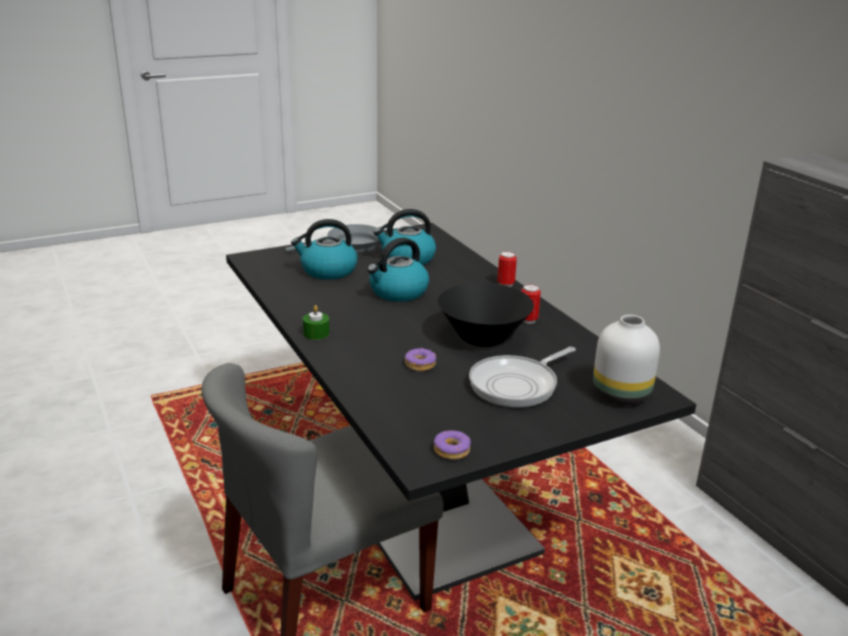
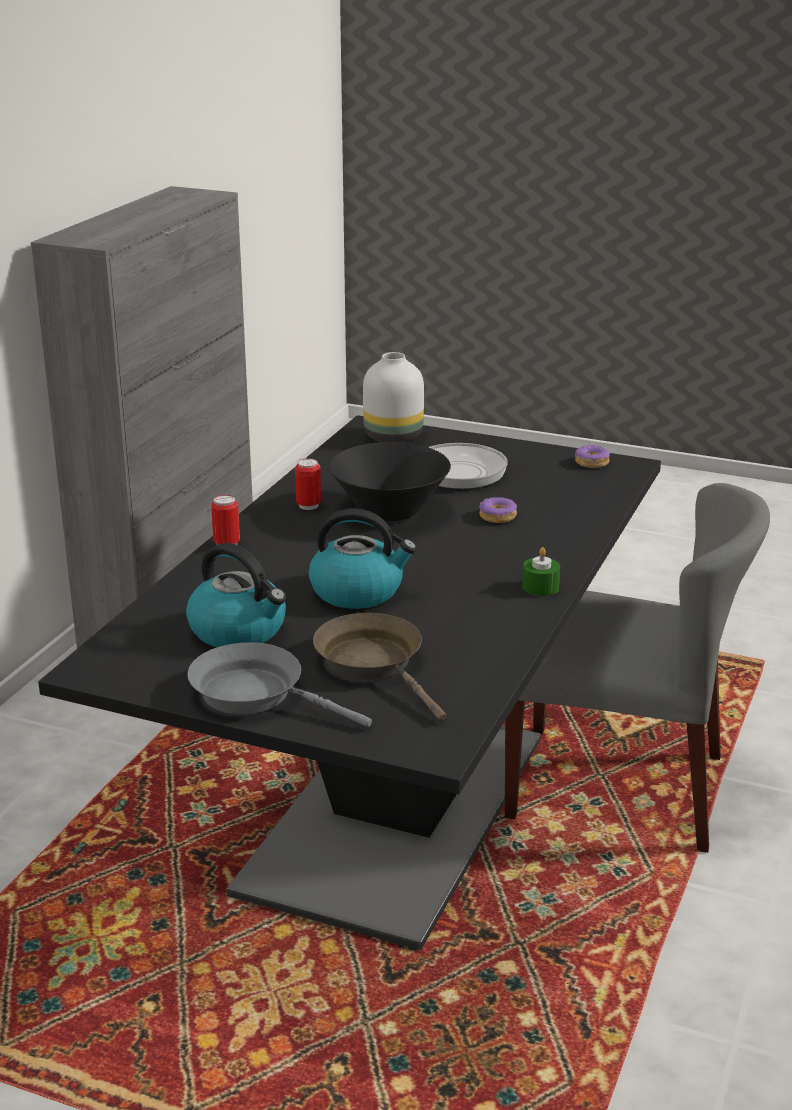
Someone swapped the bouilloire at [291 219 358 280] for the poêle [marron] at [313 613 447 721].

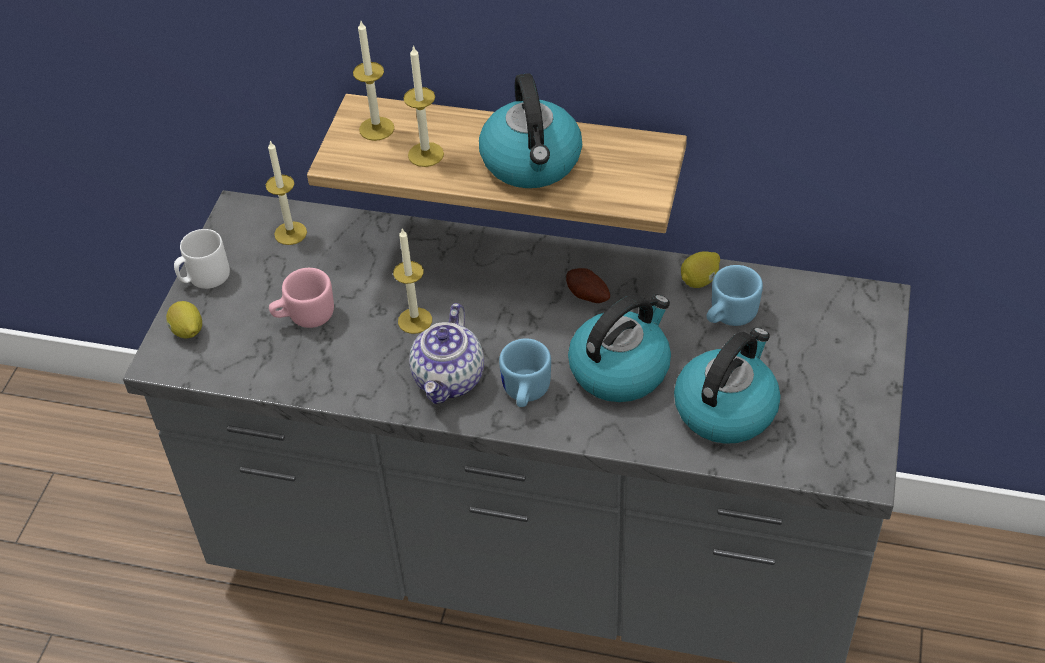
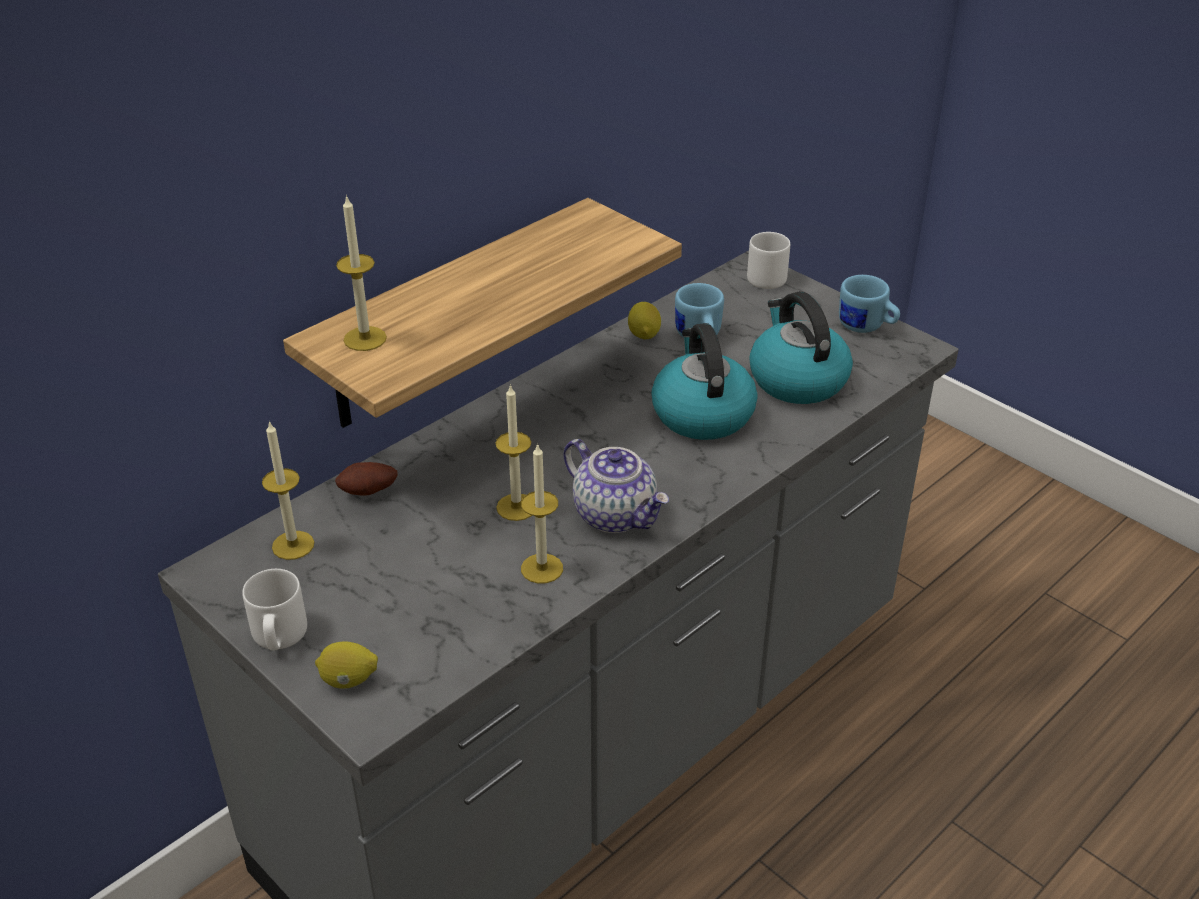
Someone carried the pomme de terre from [566 268 610 303] to [335 462 398 496]. Someone carried the bougie from [403 45 444 167] to [521 443 563 584]. Someone put down the mug [blanc] at [747 232 790 289]. Someone carried the mug [bleu] from [499 338 551 407] to [839 275 900 333]. Someone took away the mug [rose] at [269 268 334 328]. Someone took away the bouilloire at [479 73 582 188].

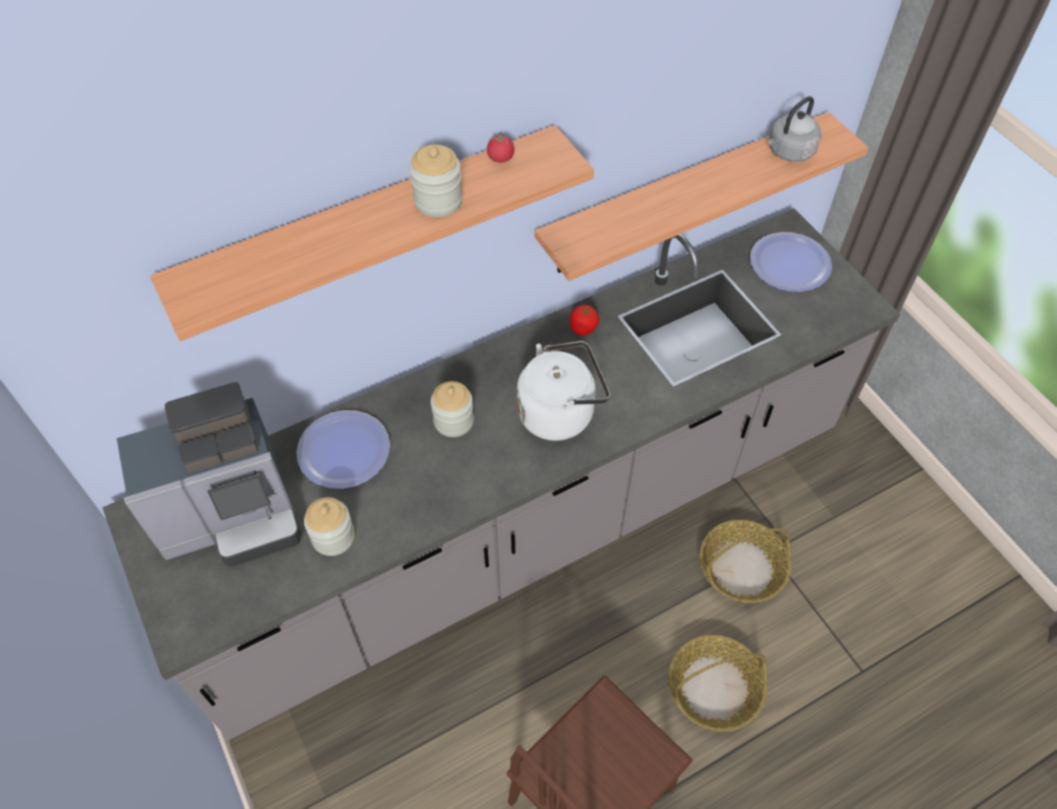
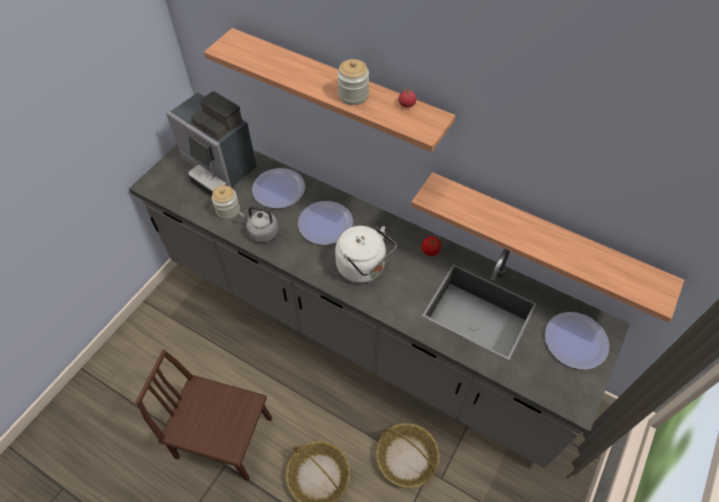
Someone carried the bouilloire [gris] from [768 96 821 162] to [239 206 279 242]. Someone swapped the bocal at [431 381 474 437] for the assiette at [298 201 353 245].

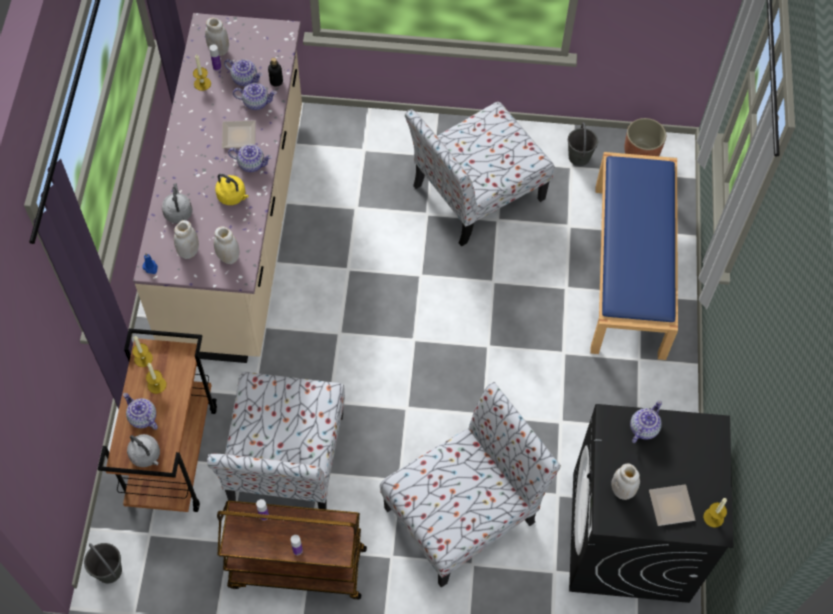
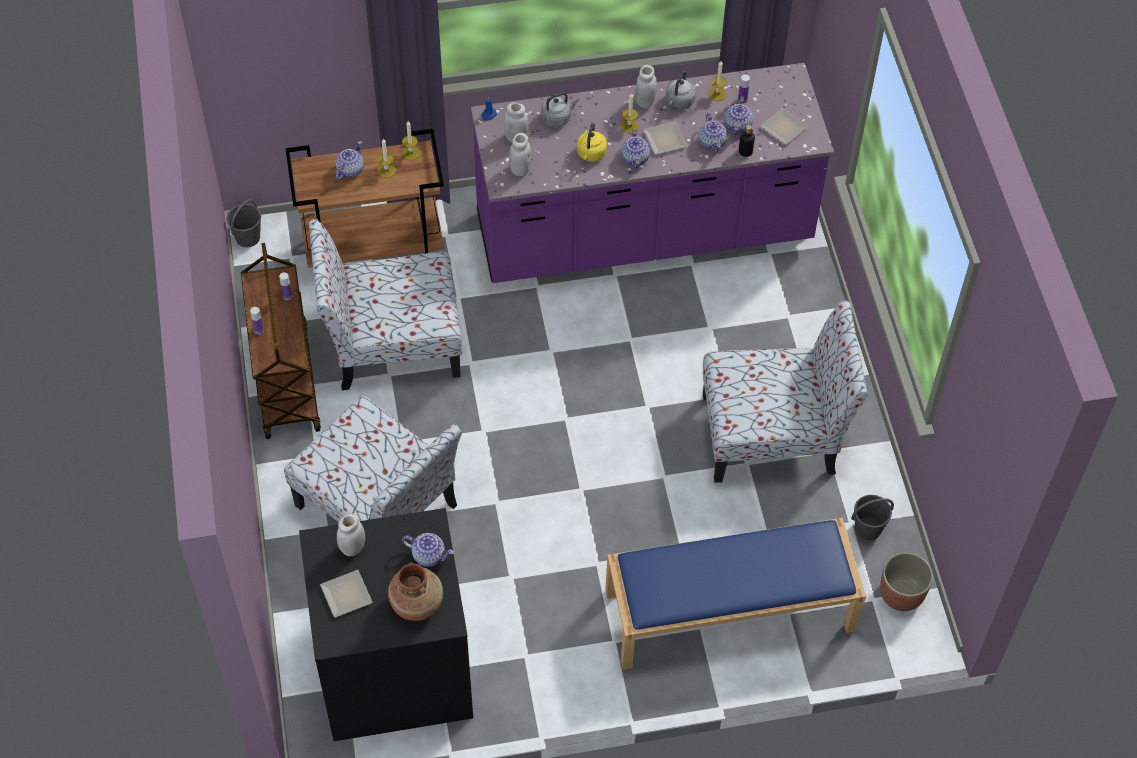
Someone put down the vase [marron] at [388 563 443 621]. Someone repainted the comptoir de cuisine [beige] at [133 13 302 363], which became the comptoir de cuisine [violet] at [471 63 834 283]. Someone carried the bougie from [703 498 727 528] to [620 92 639 133]. Someone carried the bocal [blanc] from [205 18 229 56] to [635 65 657 108]. Someone carried the bouilloire [gris] from [127 434 160 467] to [666 71 696 109]. Someone rotated the chaise at [405 102 555 247] by 135 degrees clockwise. Someone put down the assiette at [760 108 809 145].

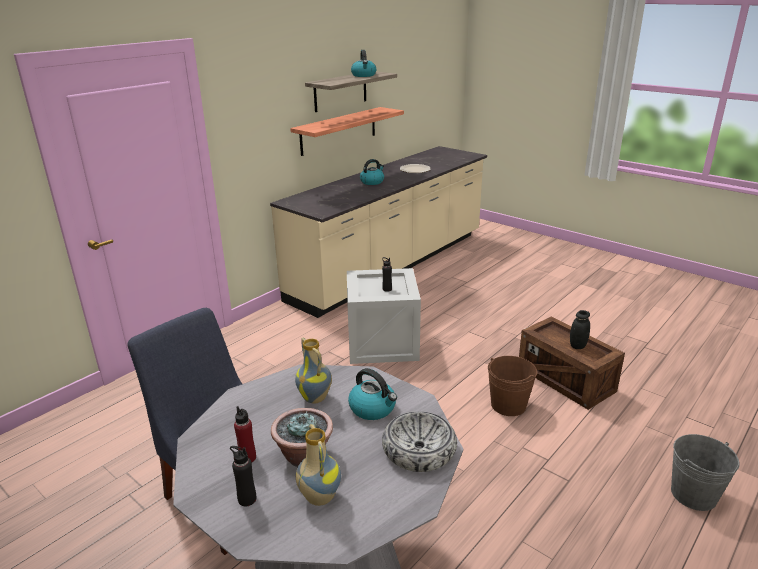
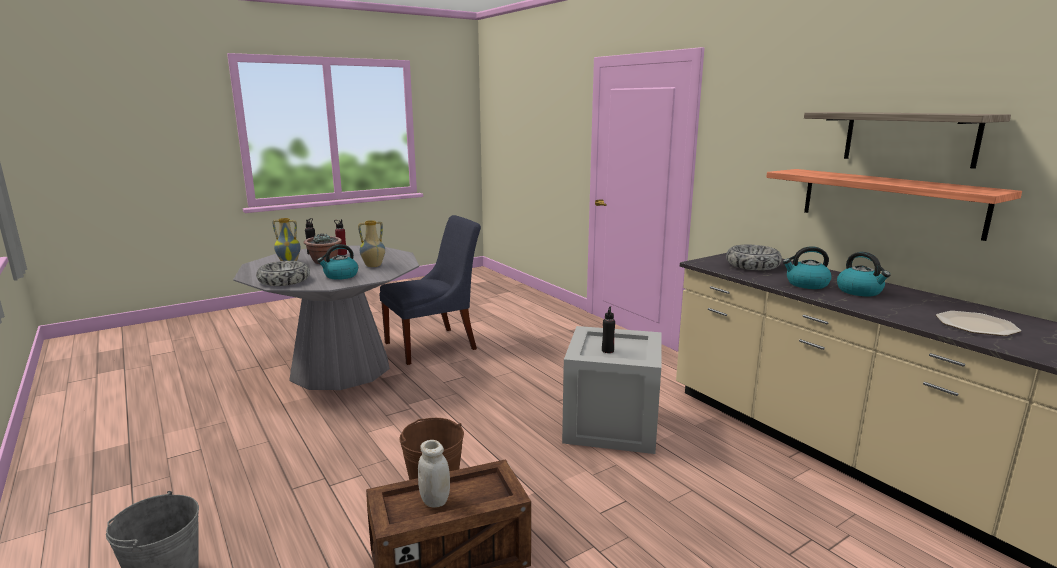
Someone repainted the bocal [noir] at [570 310 590 349], which became the bocal [blanc] at [418 440 450 508]. Someone put down the bol at [726 245 782 270]. Someone carried the bouilloire from [351 50 376 77] to [783 246 832 289].

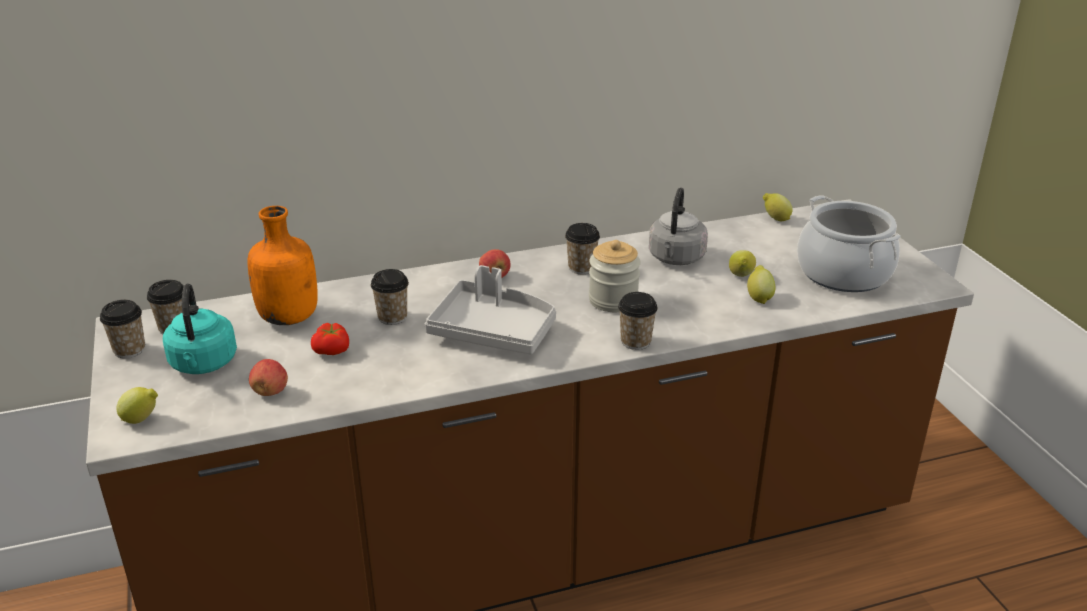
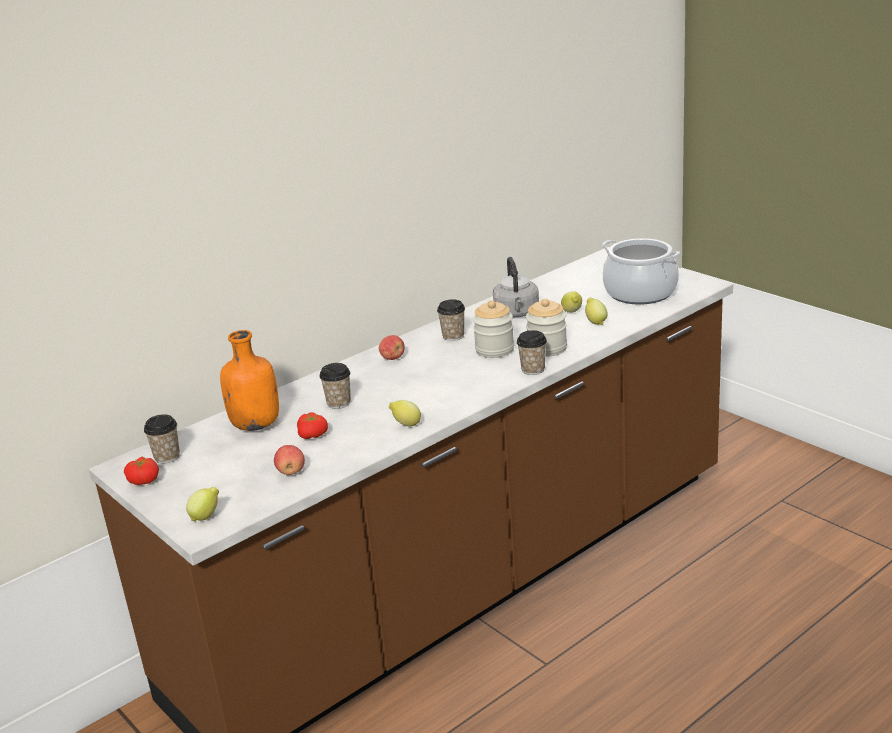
Someone swapped the tasse at [100 300 145 358] for the tomate at [124 457 159 485]. Someone carried the citron from [763 193 793 221] to [389 400 421 426]. Someone put down the bocal at [526 299 567 357]. Someone took away the bouilloire [turquoise] at [163 284 237 374]. Someone took away the plateau [gris] at [425 265 556 355].

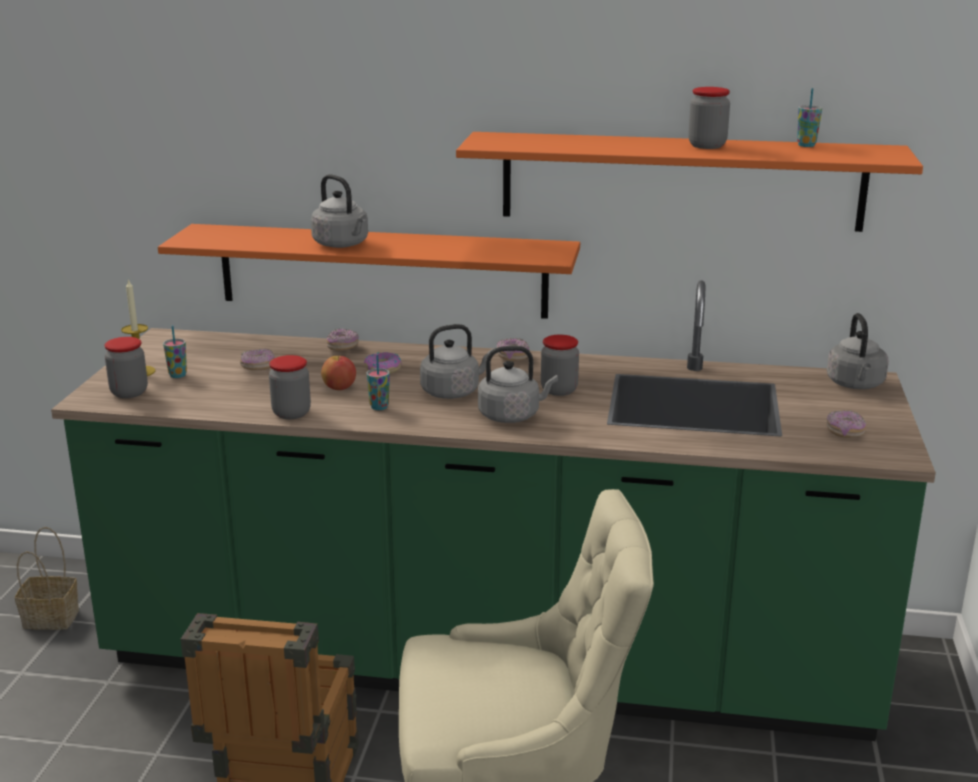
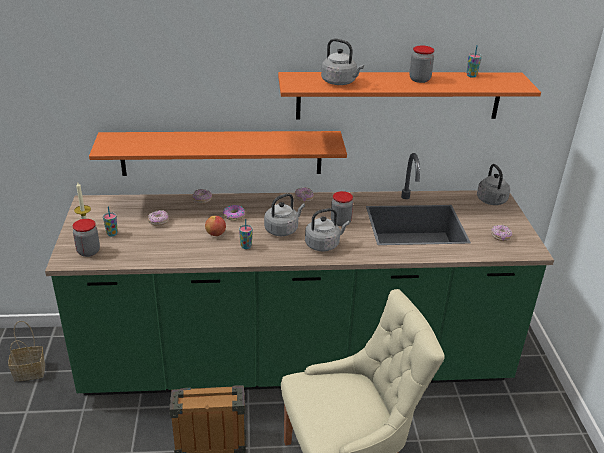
Someone carried the bouilloire [gris] from [311 174 368 248] to [321 38 364 85]. Someone took away the bocal at [269 355 311 419].

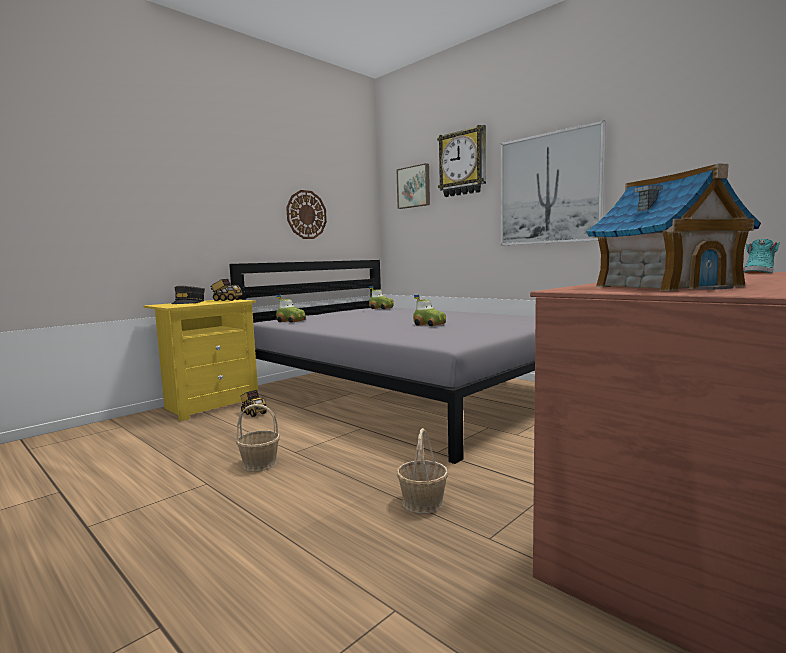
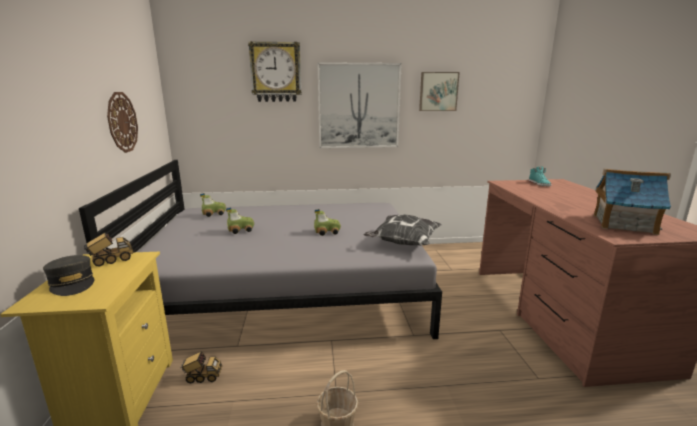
Someone carried the petite voiture from [276 295 306 323] to [226 207 254 234]. Someone put down the coussin at [363 215 442 246]. Someone carried the tableau from [396 163 430 209] to [419 72 460 111]. Someone took away the panier at [397 428 448 513].

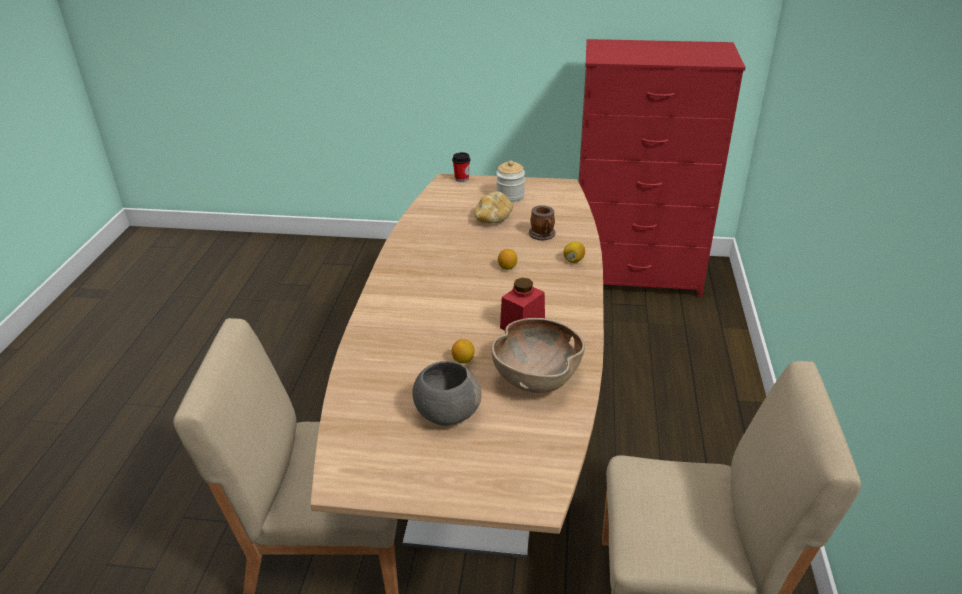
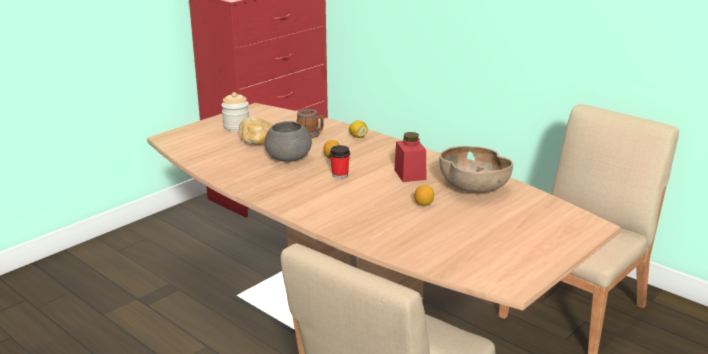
Someone carried the bol [gris] from [412 361 481 426] to [265 121 312 162]. Someone carried the tasse from [452 152 470 182] to [330 145 350 179].

